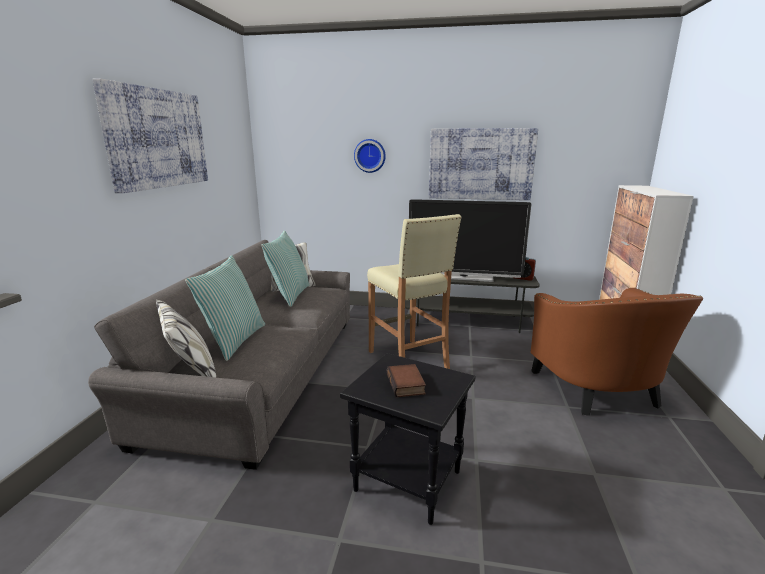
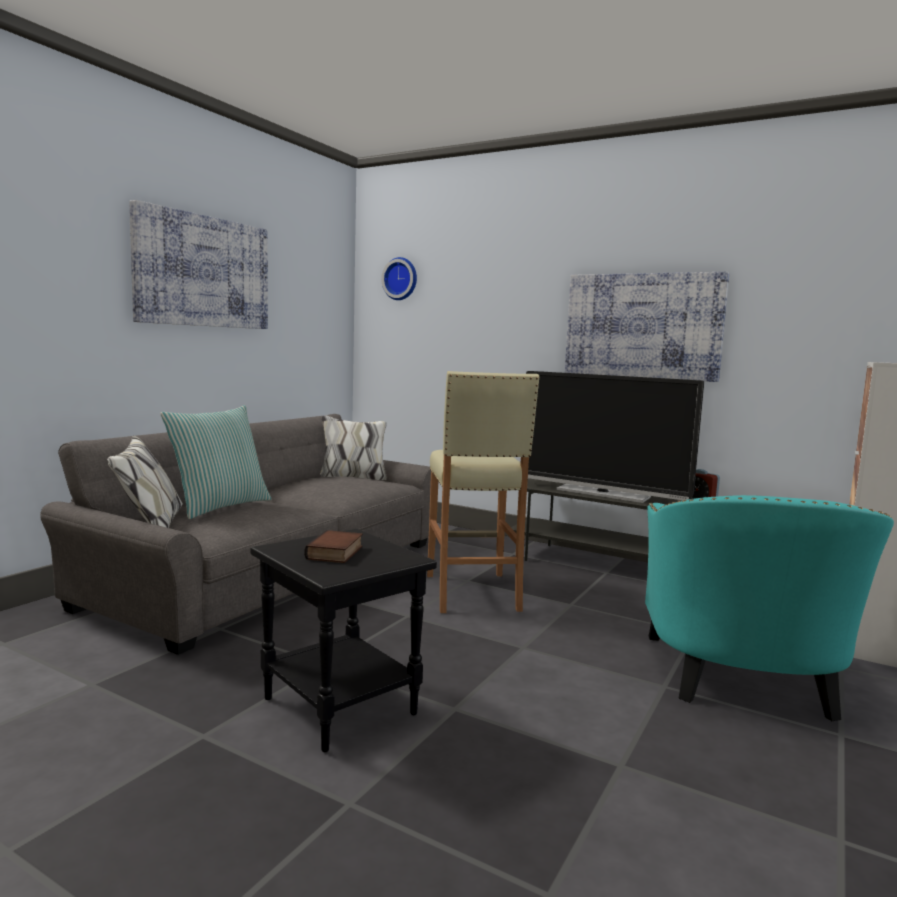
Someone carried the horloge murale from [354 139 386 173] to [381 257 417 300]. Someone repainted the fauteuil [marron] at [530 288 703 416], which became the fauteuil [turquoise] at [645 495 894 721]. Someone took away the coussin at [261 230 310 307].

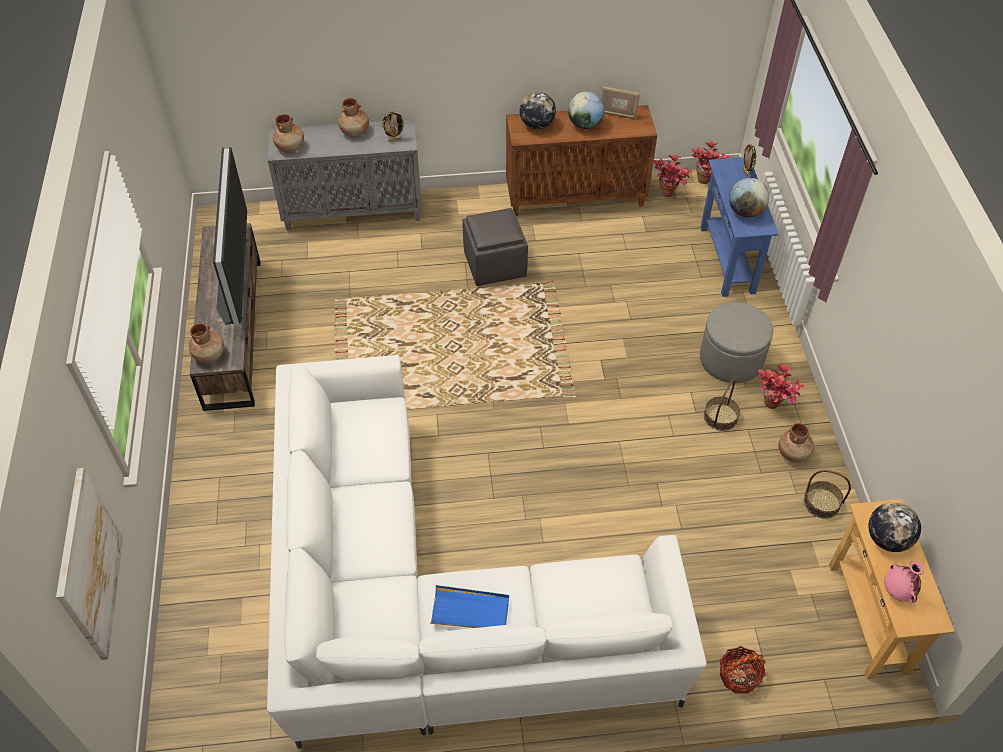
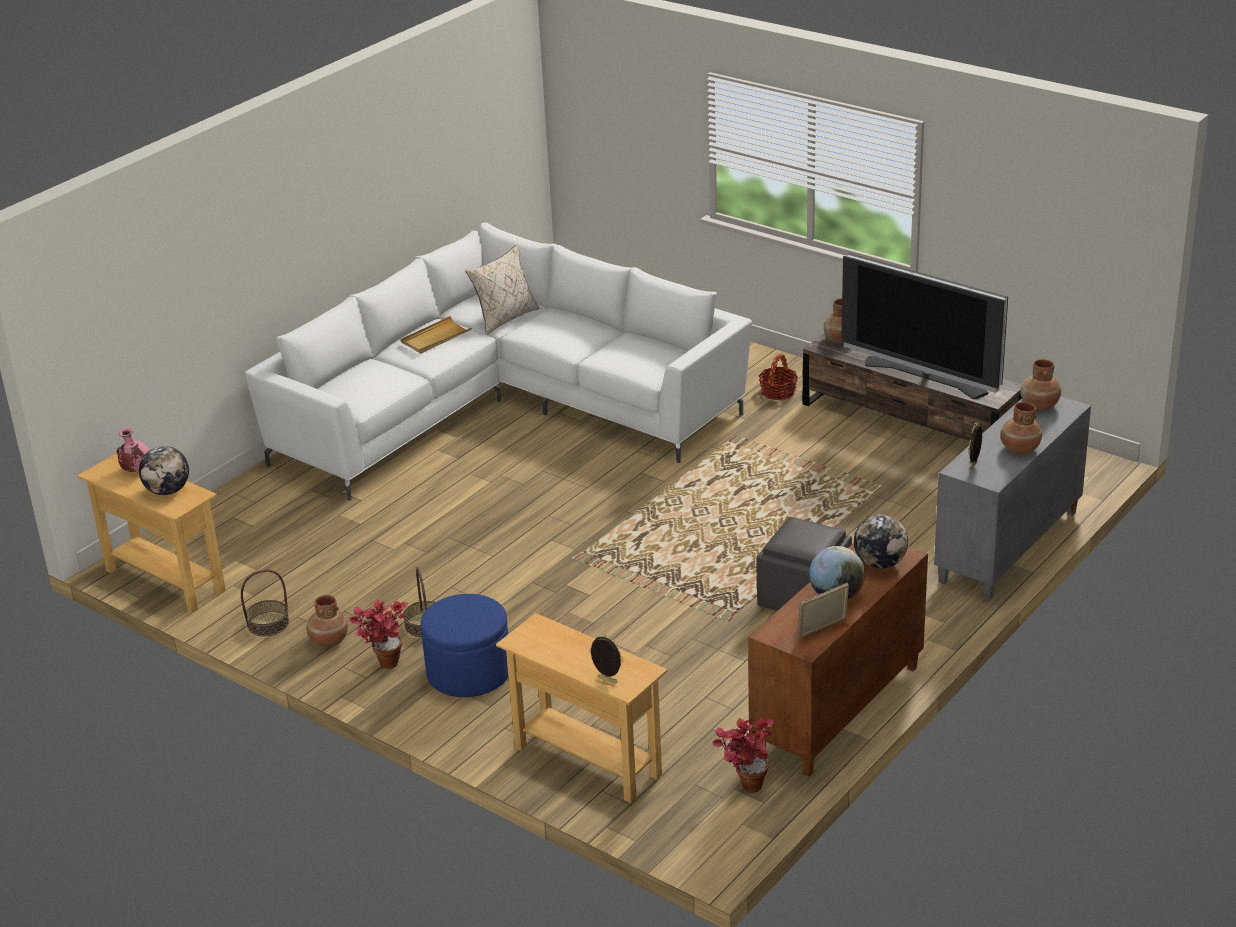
Someone repainted the plateau [bleu] at [430 585 509 628], which became the plateau [beige] at [401 316 472 354]. Someone repainted the pouf [gris] at [700 302 773 383], which became the pouf [bleu] at [421 594 508 697]. Someone put down the coussin [beige] at [465 244 539 335]. Someone repainted the table console [bleu] at [700 157 779 297], which became the table console [beige] at [496 613 668 803]. Someone carried the panier from [720 646 766 694] to [758 354 798 400]. Someone took away the tableau at [56 468 123 660]. Someone took away the plante en pot at [691 141 730 184]. Someone took away the globe at [729 178 769 217].

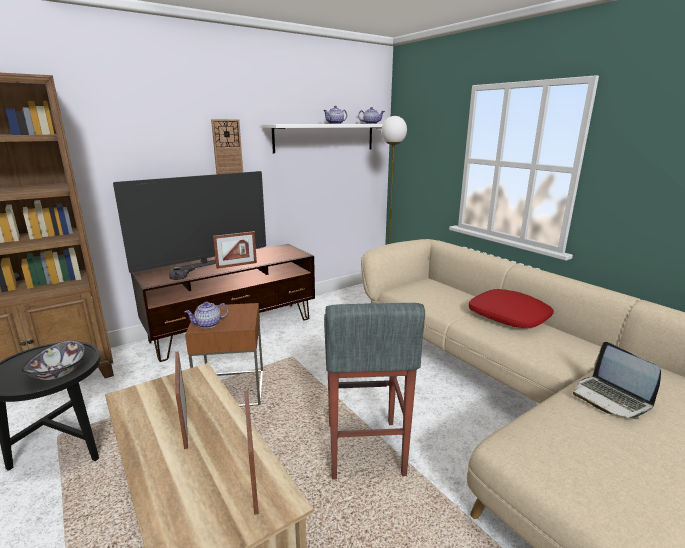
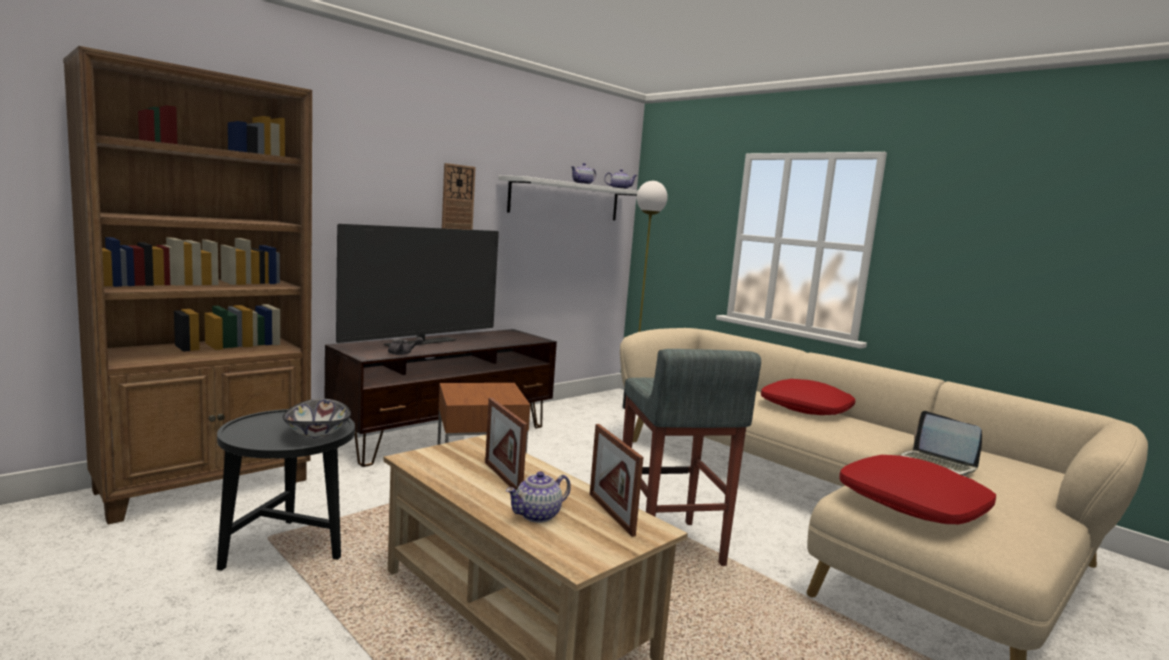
Someone carried the théière from [185 301 229 328] to [506 471 571 523]. Someone put down the coussin [rouge] at [839 455 996 524]. Someone took away the cadre photo at [213 231 257 269].

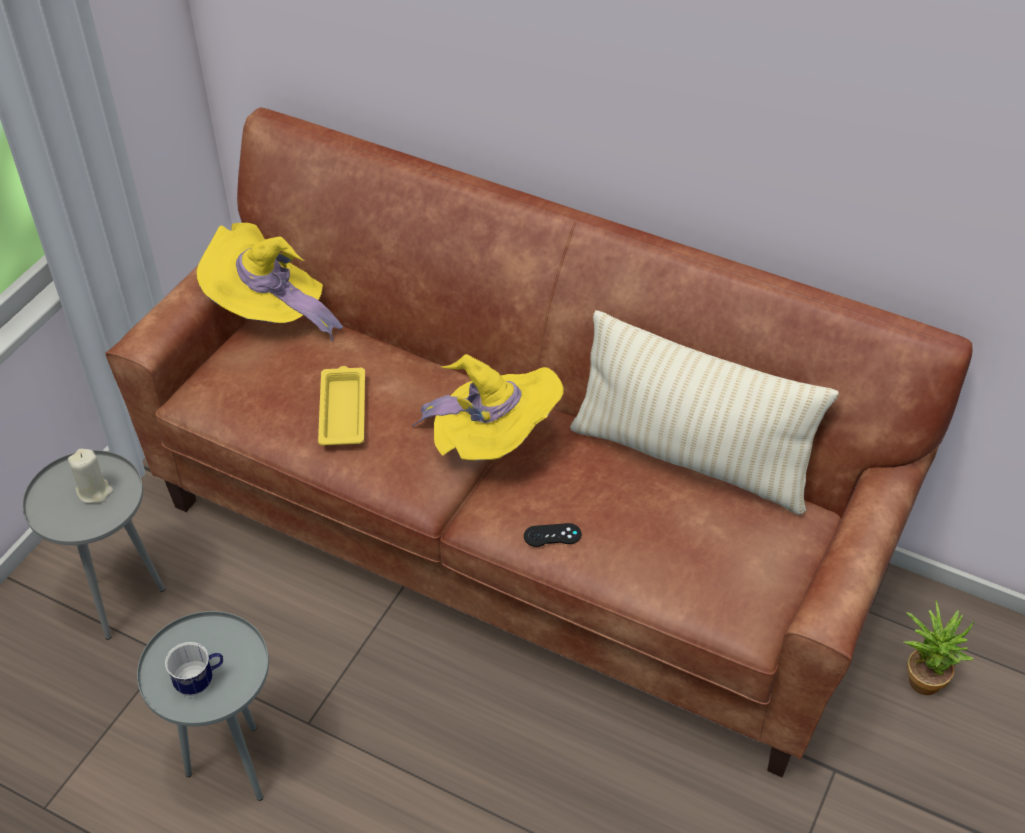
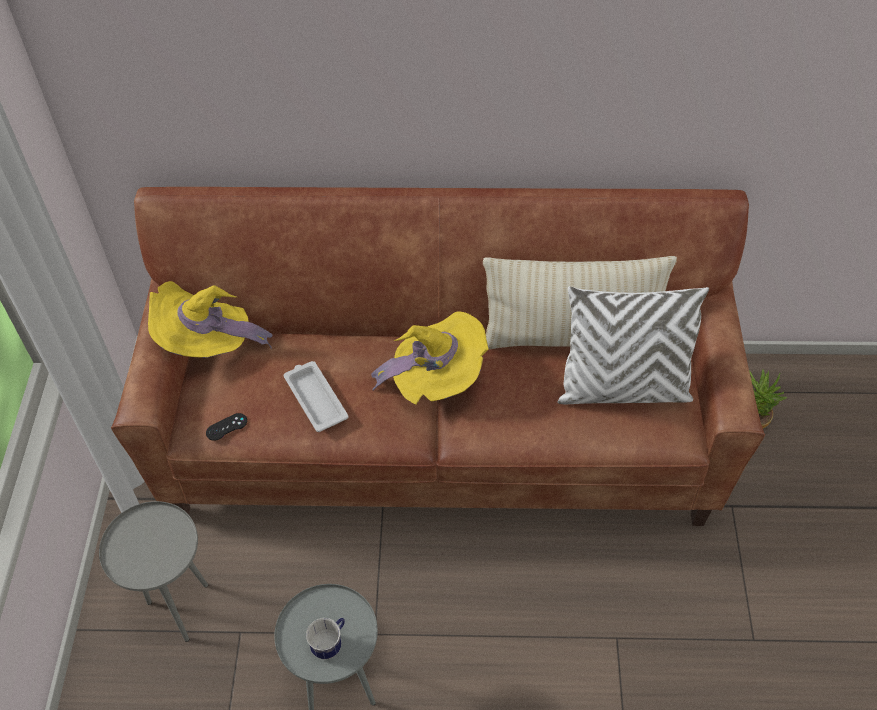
Someone carried the manette [noir] from [524 523 581 547] to [206 413 247 441]. Someone repainted the plateau [jaune] at [318 366 365 446], which became the plateau [blanc] at [284 361 349 432]. Someone put down the coussin [blanc] at [557 286 709 404]. Someone took away the bougie [beige] at [68 449 114 504].

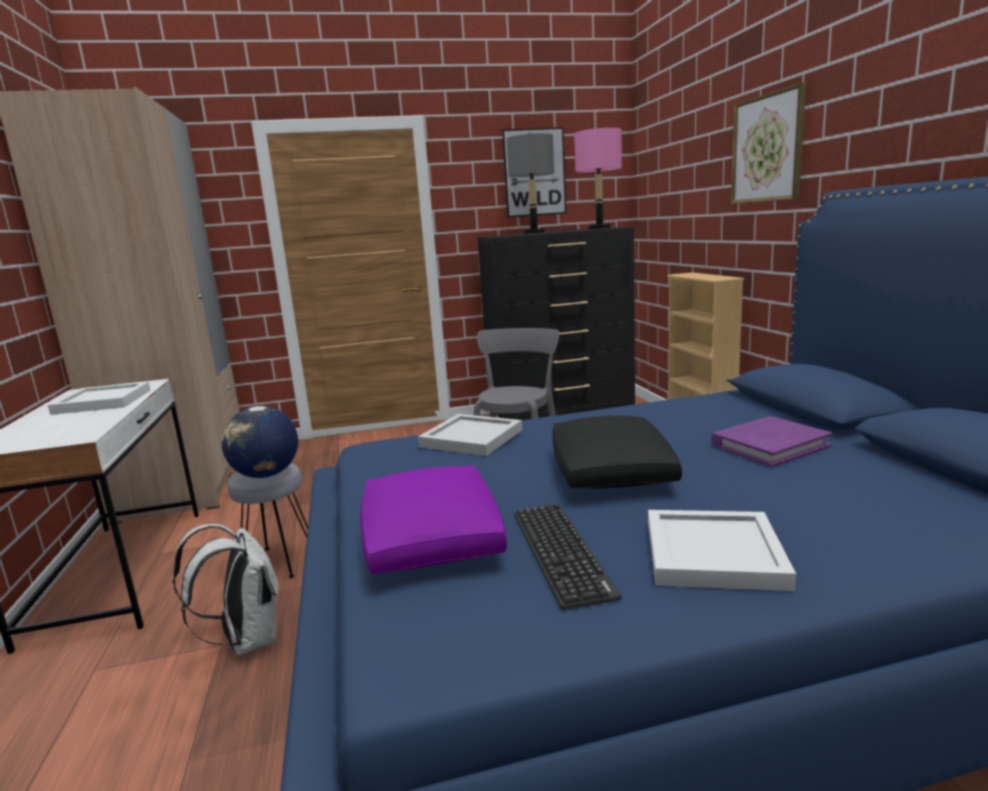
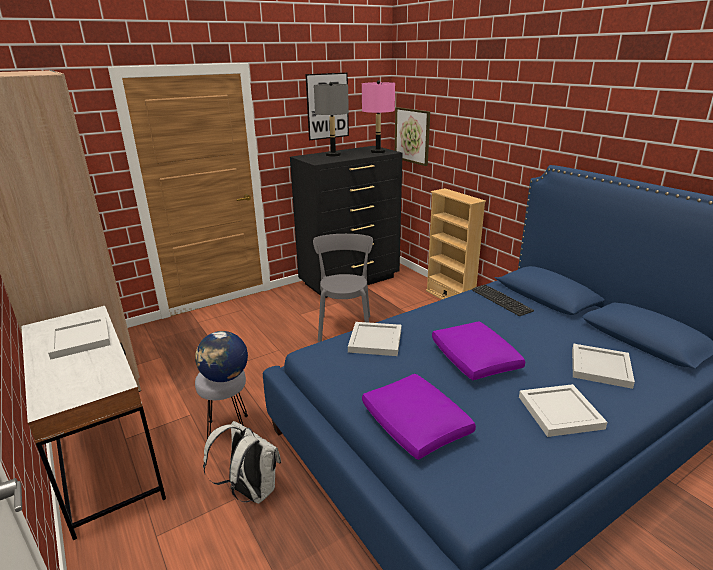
Someone carried the tableau from [731 82 806 204] to [395 107 430 166]. Someone repainted the coussin [noir] at [552 415 682 489], which became the coussin [violet] at [432 322 525 380]. Someone carried the clavier from [514 504 622 610] to [472 284 534 316]. Someone put down the plateau [blanc] at [572 344 635 389]. Someone took away the livre [violet] at [711 416 832 467].

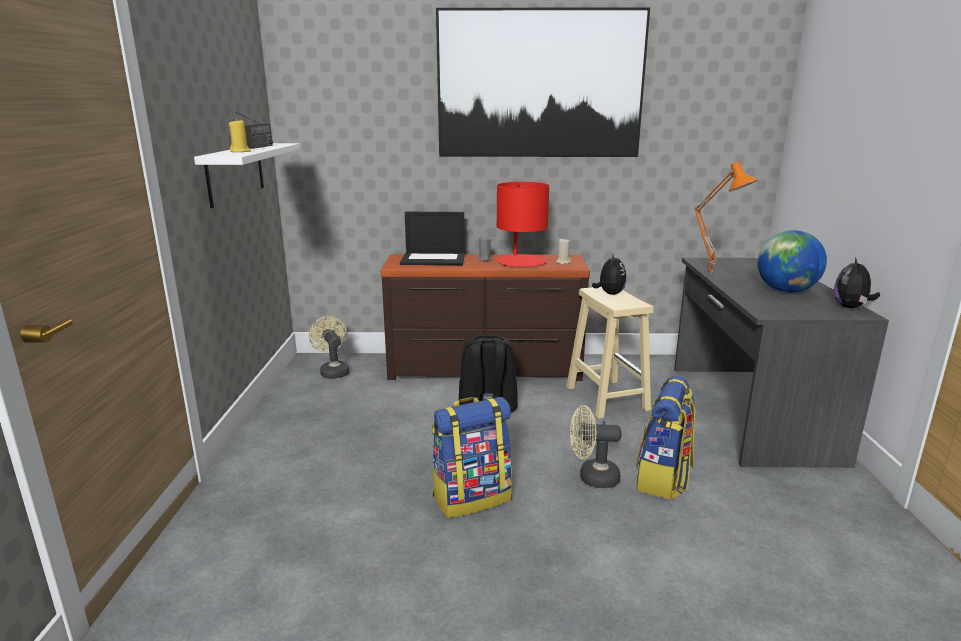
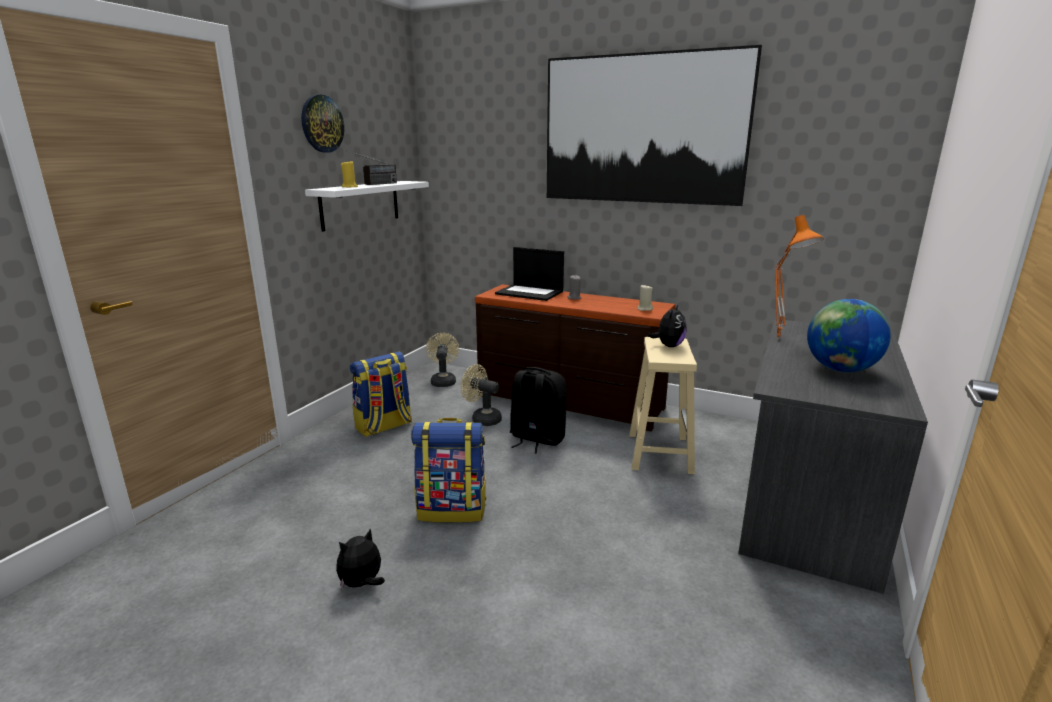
Someone put up the horloge murale at [301 95 344 153]. Someone carried the peluche from [834 257 880 308] to [336 528 385 590]. Someone carried the sac à dos from [636 376 696 499] to [350 351 412 437]. Someone carried the ventilateur [beige] from [570 405 622 488] to [461 364 502 426]. Someone took away the lampe de table [rouge] at [496 182 549 267].

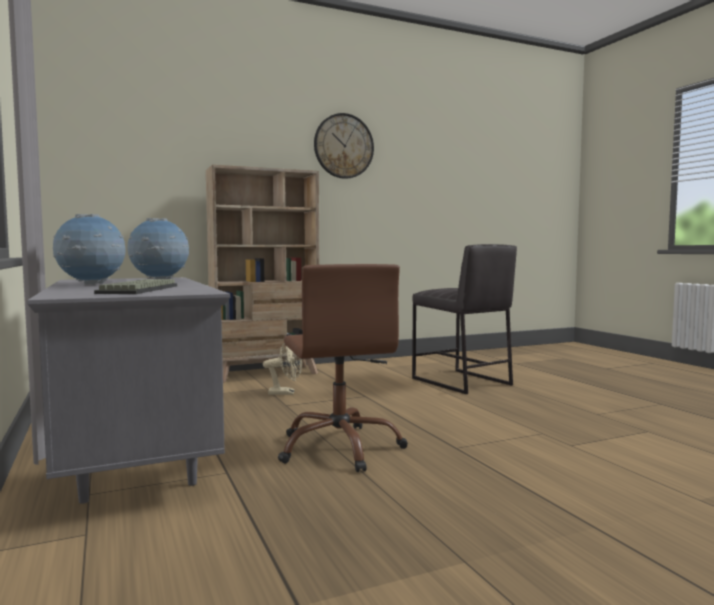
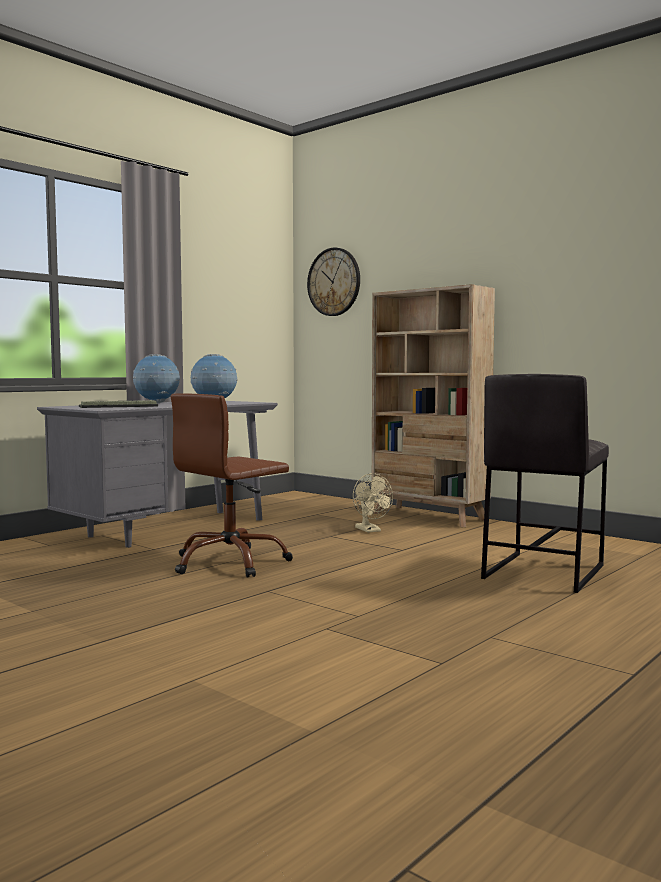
Someone carried the horloge murale from [314 113 374 179] to [307 248 360 316].

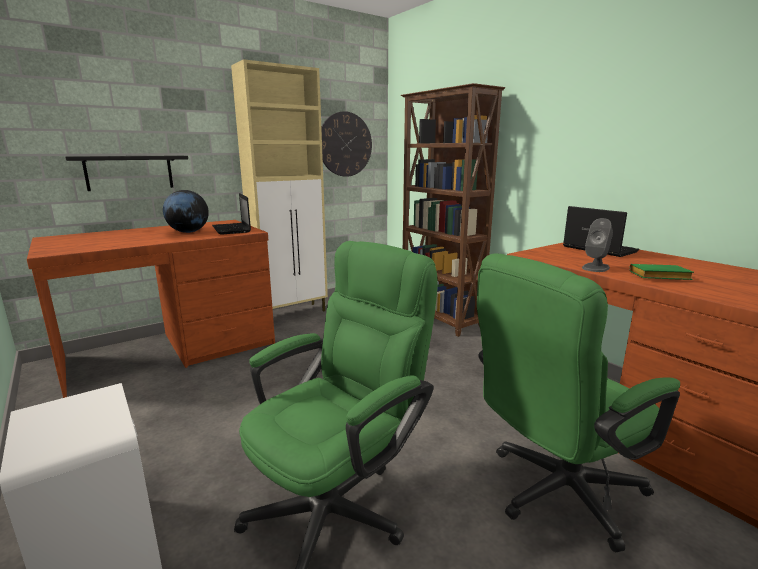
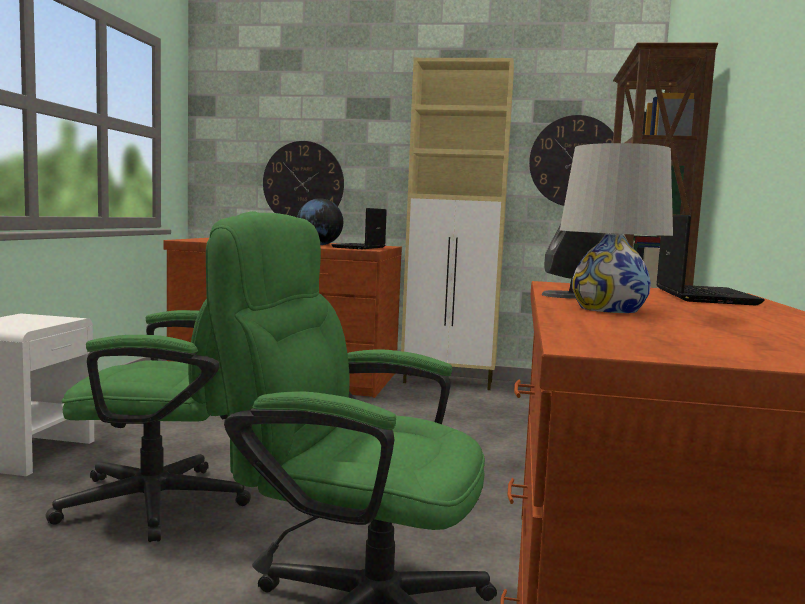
Someone swapped the étagère [noir] at [65 156 188 191] for the horloge murale at [263 141 344 217]. Someone swapped the livre [vert] at [629 264 694 280] for the lampe de table [blanc] at [560 143 673 313].

